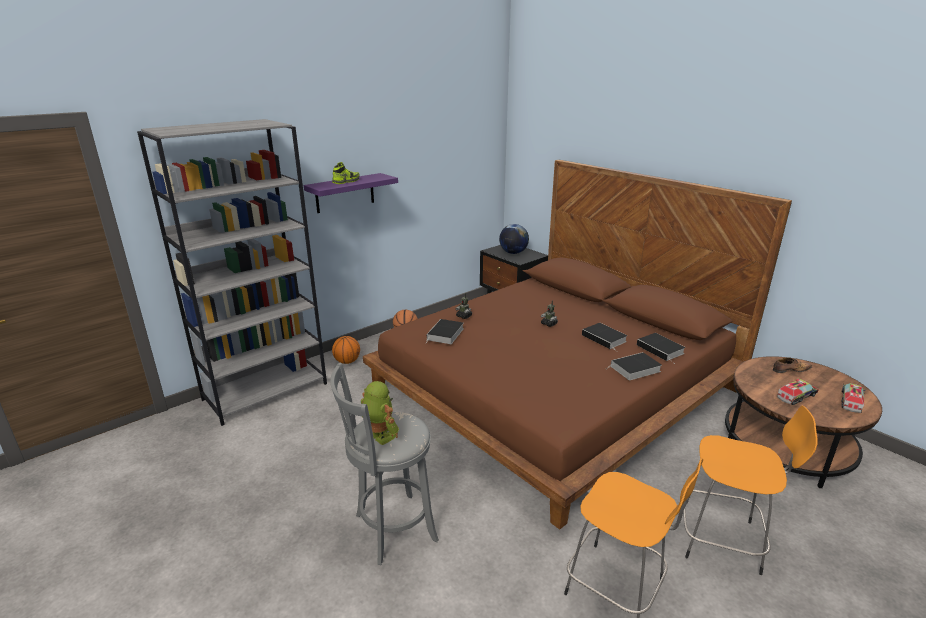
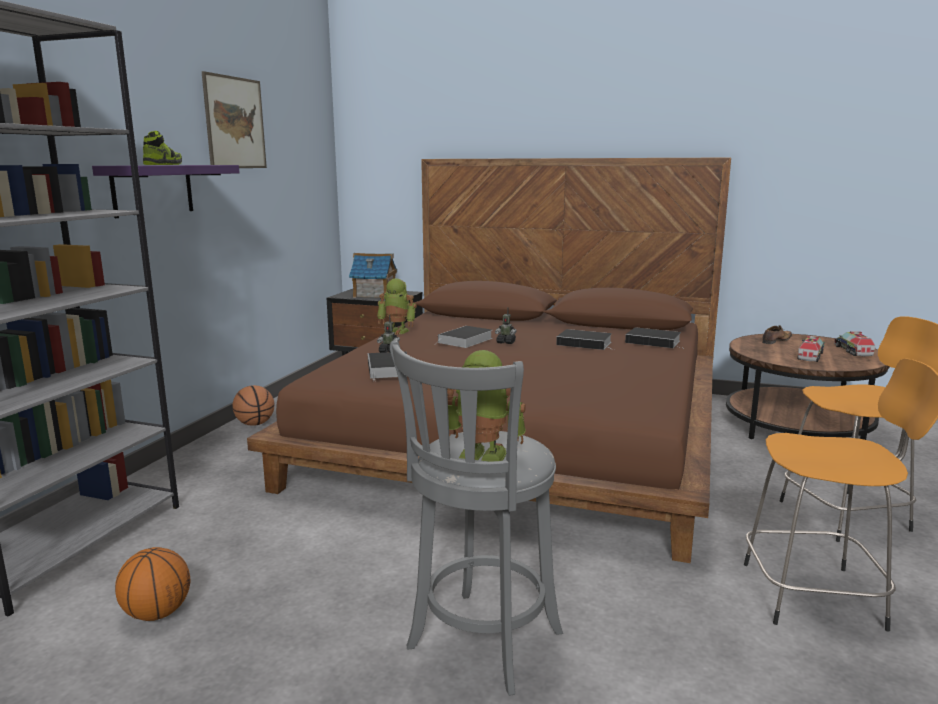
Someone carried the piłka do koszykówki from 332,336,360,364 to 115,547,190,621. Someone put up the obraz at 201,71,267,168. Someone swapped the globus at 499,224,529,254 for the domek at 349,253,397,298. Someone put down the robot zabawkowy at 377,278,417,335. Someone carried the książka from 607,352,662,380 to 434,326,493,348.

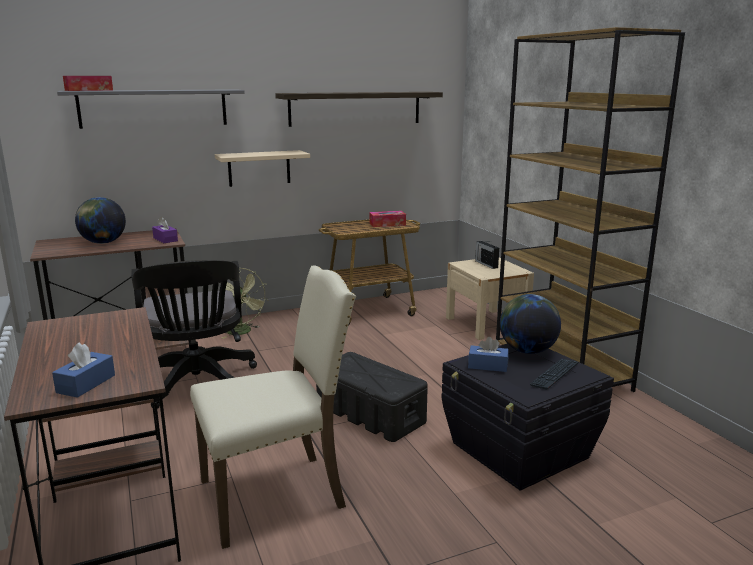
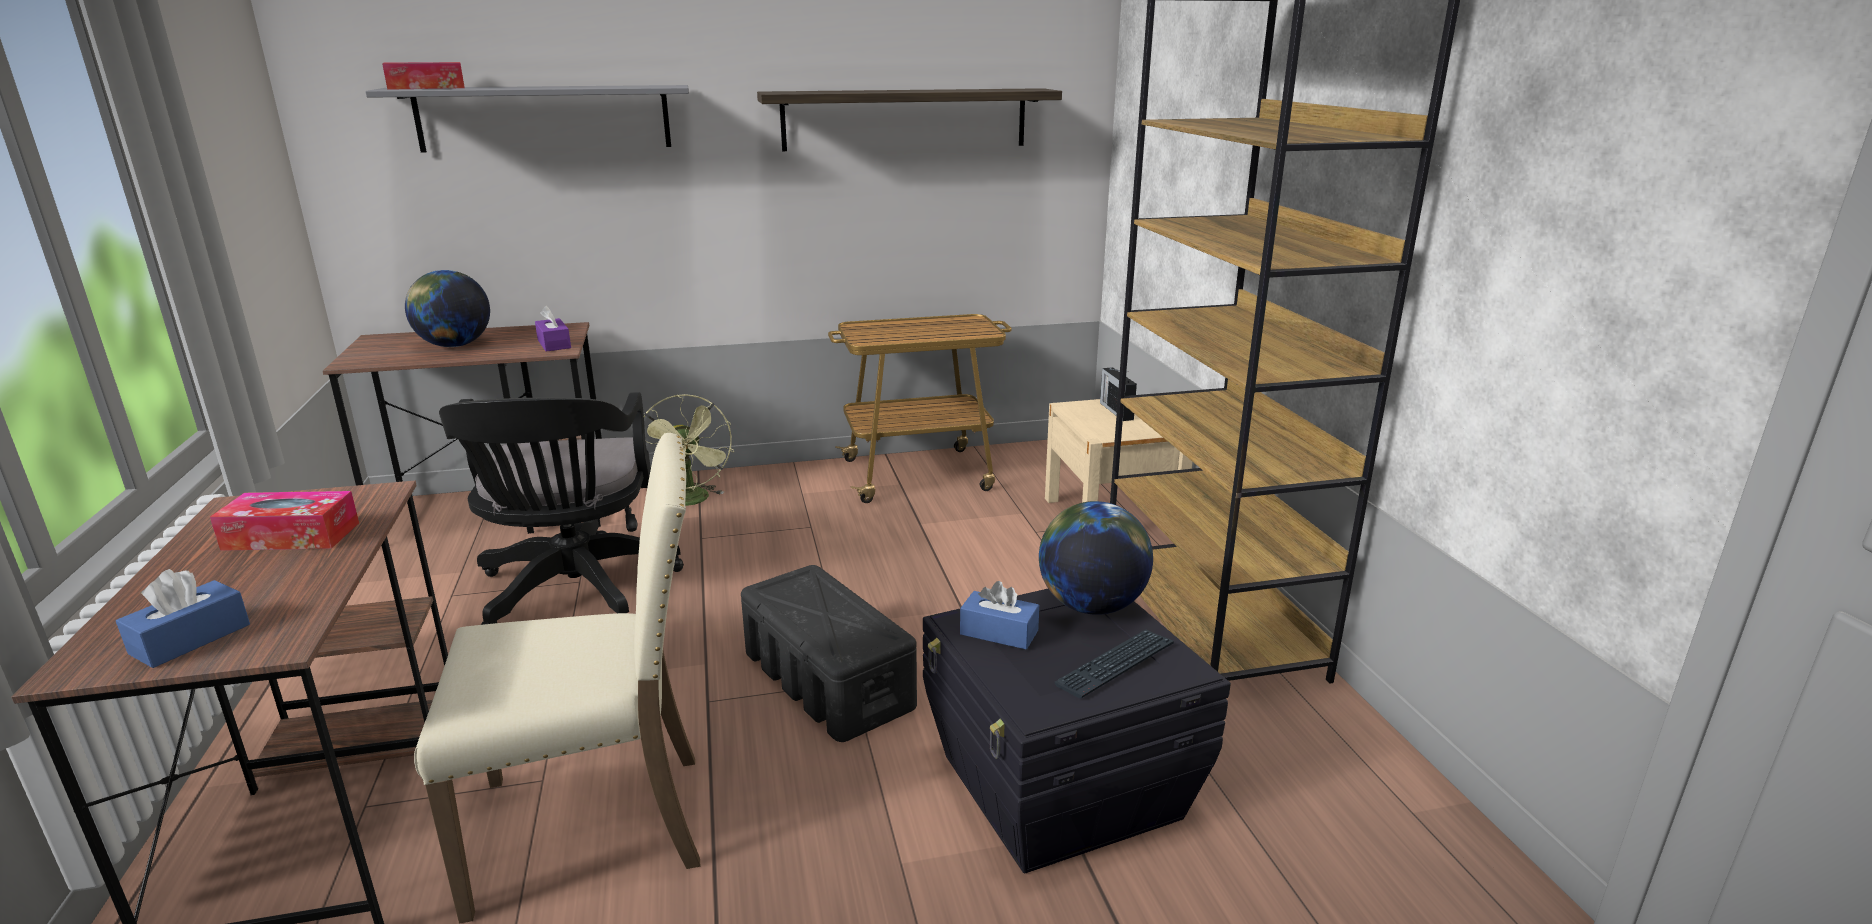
Someone carried the pudełko chusteczek from 369,211,406,227 to 210,491,359,551. Someone took away the półka [beżowy] at 215,150,310,187.

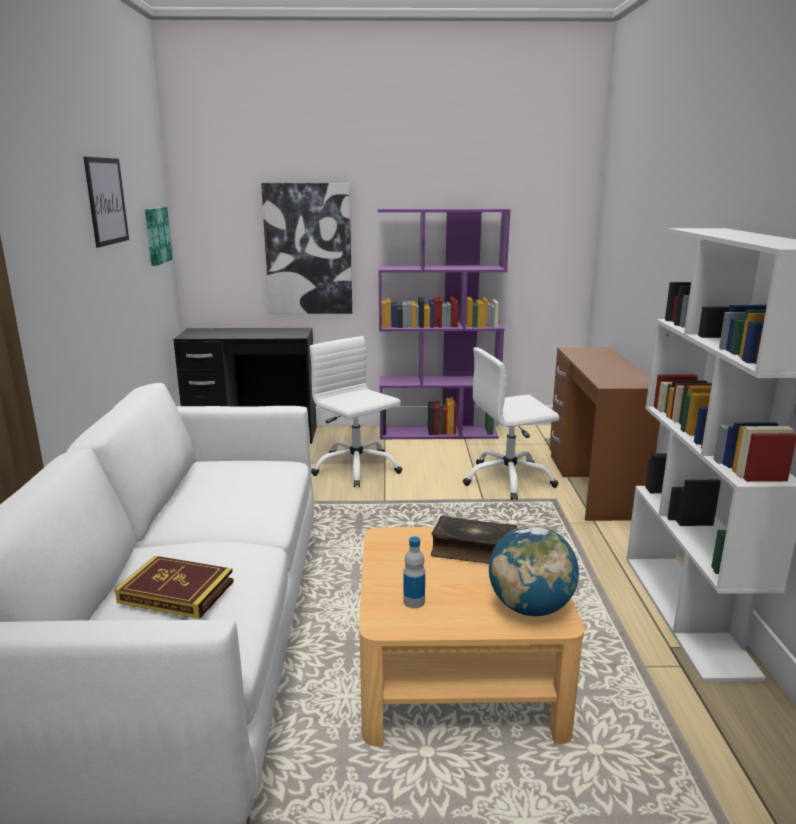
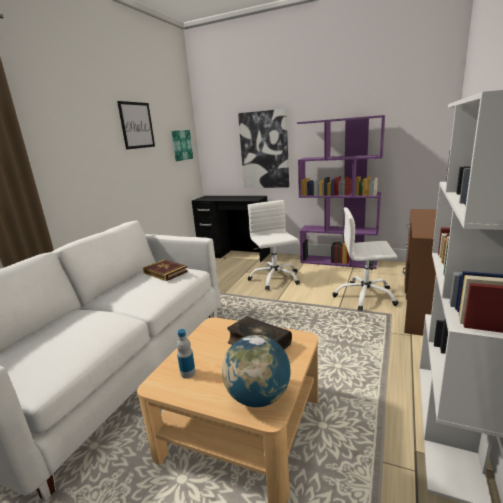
Someone carried the książka from 115,556,234,619 to 143,260,188,281.

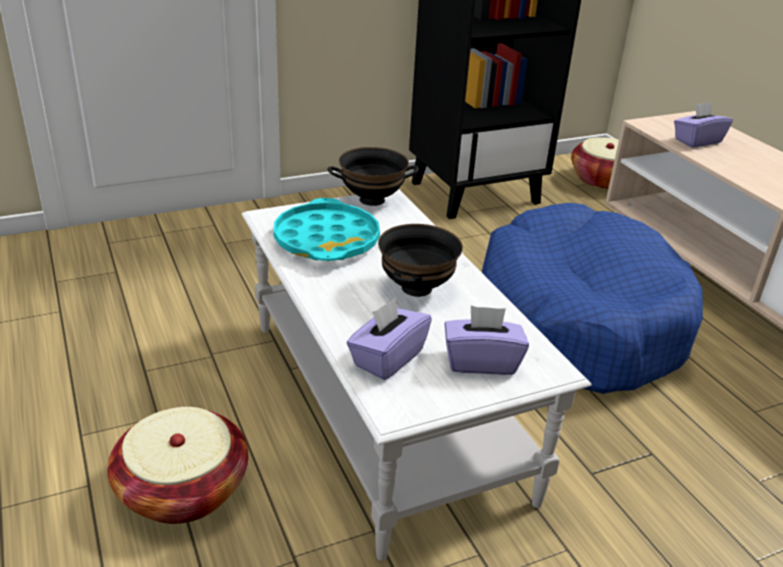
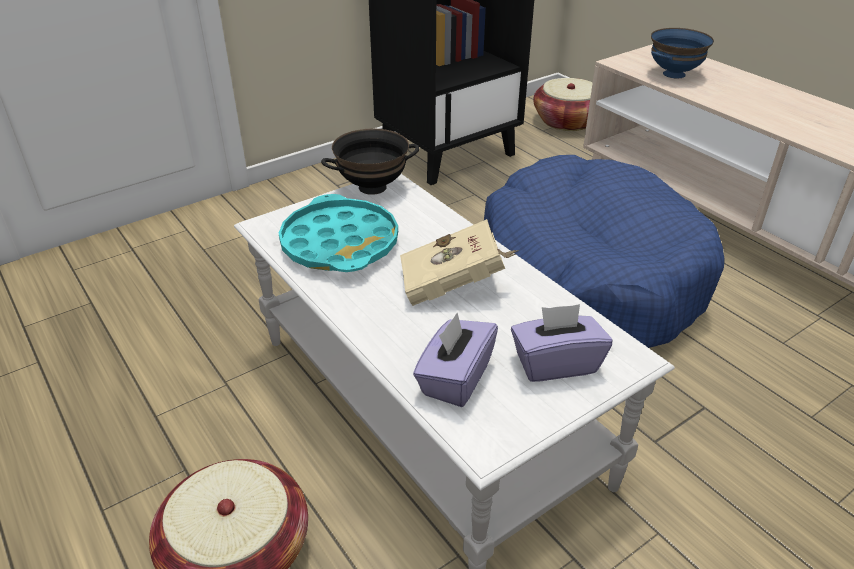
Someone swapped the miska [czarny] at 378,224,463,297 for the książka [beżowy] at 400,219,519,306. Someone swapped the pudełko chusteczek [fioletowy] at 674,102,733,147 for the miska [niebieski] at 651,28,714,78.

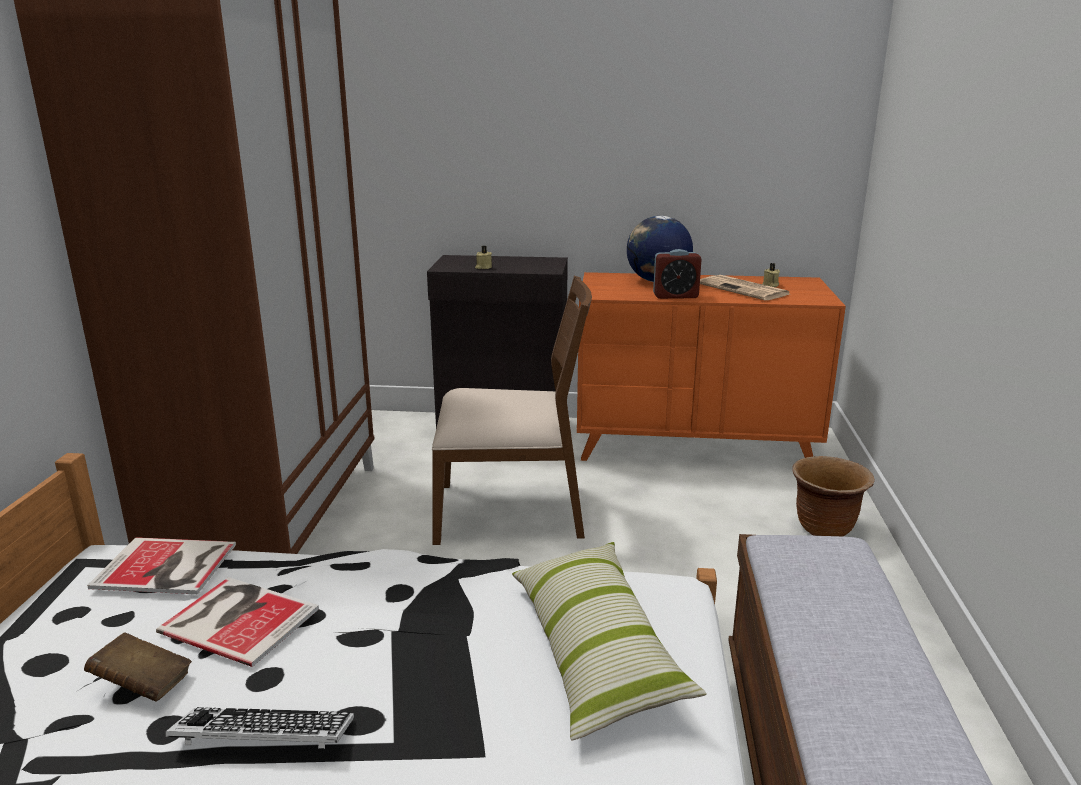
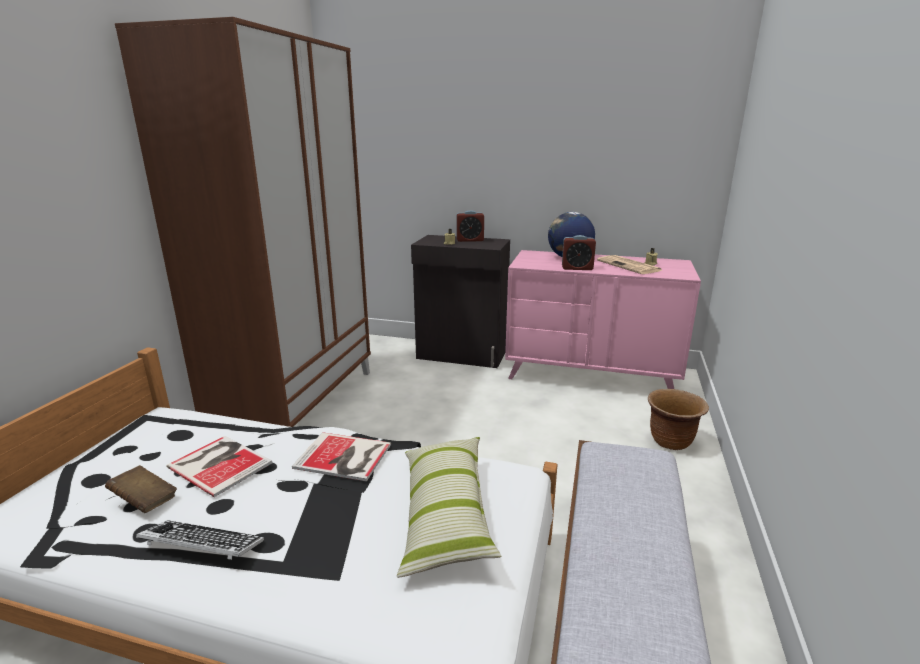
Someone carried the książka from 87,537,236,594 to 292,432,391,481. Someone put down the budzik at 456,210,484,242. Someone repainted the komoda [pomarańczowy] at 577,272,846,461, which became the komoda [różowy] at 505,250,701,389. Someone took away the krzesło [brązowy] at 432,276,592,545.

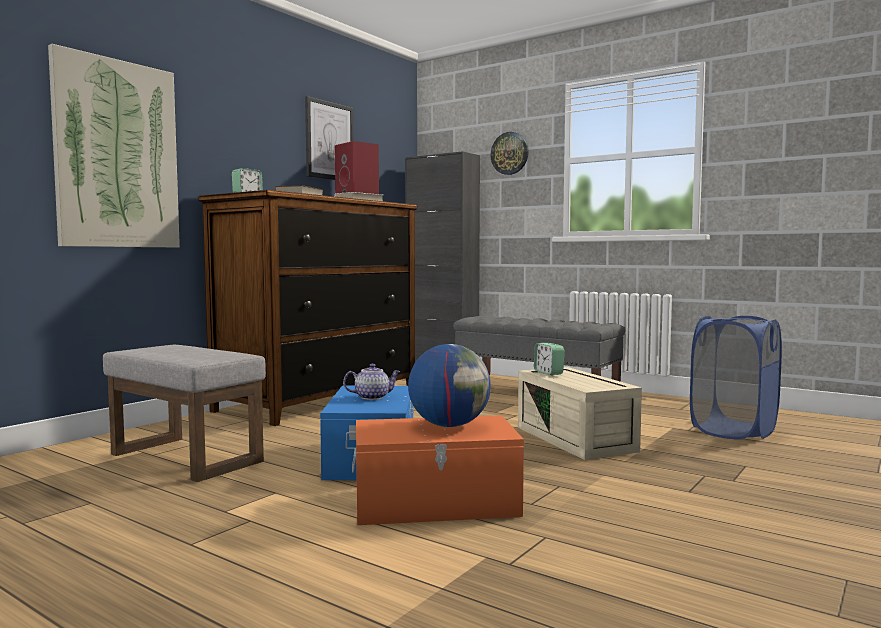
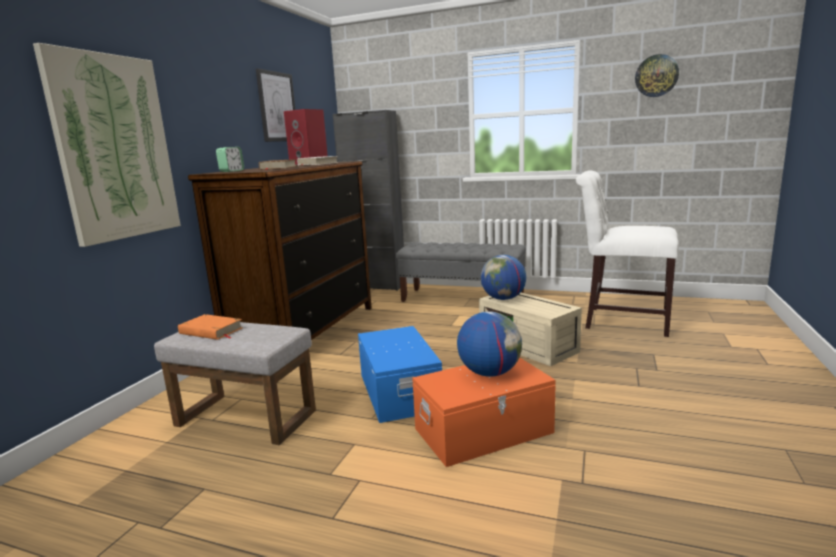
Someone put down the książka [pomarańczowy] at 178,314,243,340. Someone swapped the budzik at 534,343,564,375 for the globus at 481,255,526,300. Someone swapped the kosz na pranie [niebieski] at 690,316,782,439 for the krzesło [biały] at 576,171,679,337. Someone carried the zegar ścienny from 490,132,529,175 to 635,54,679,97. Someone took away the imbryk at 343,364,401,400.

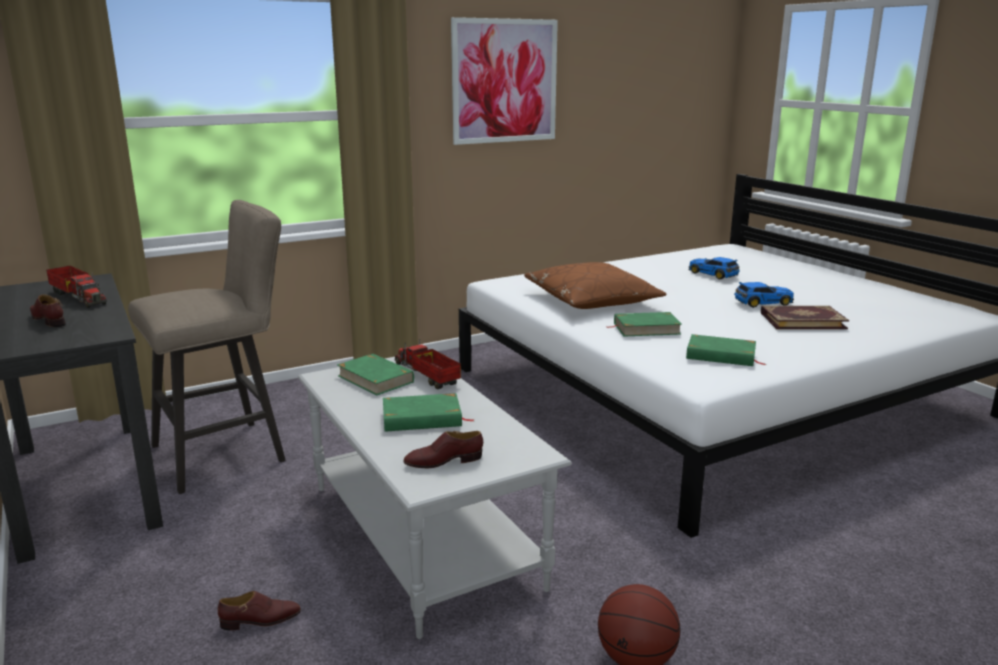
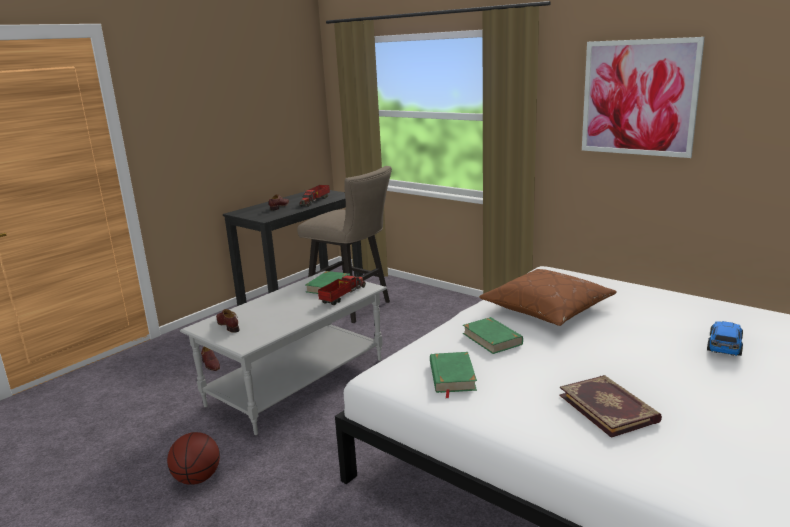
Someone took away the książka [zielony] at 383,393,473,432. Someone took away the samochodzik at 734,282,794,308.

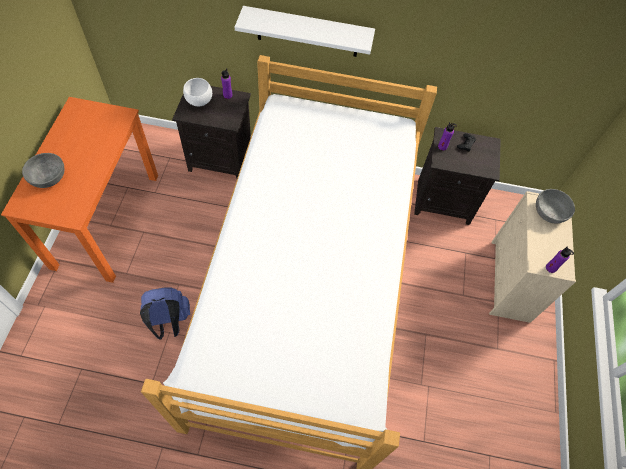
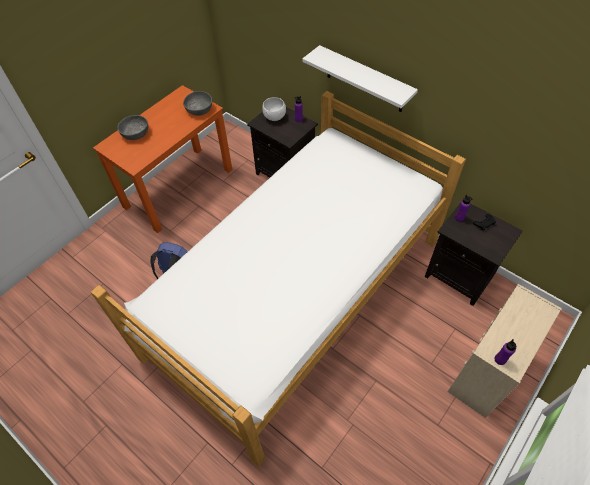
Someone carried the miska [szary] from 536,189,575,223 to 183,91,212,116.

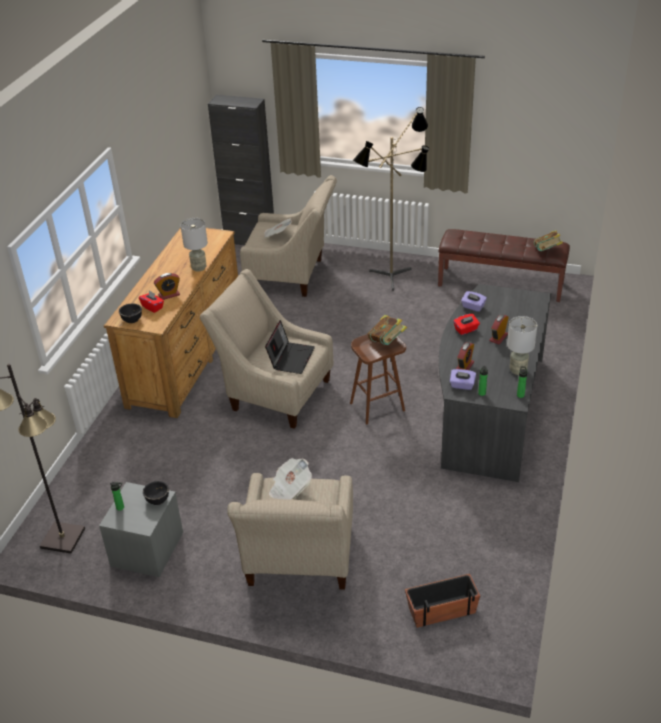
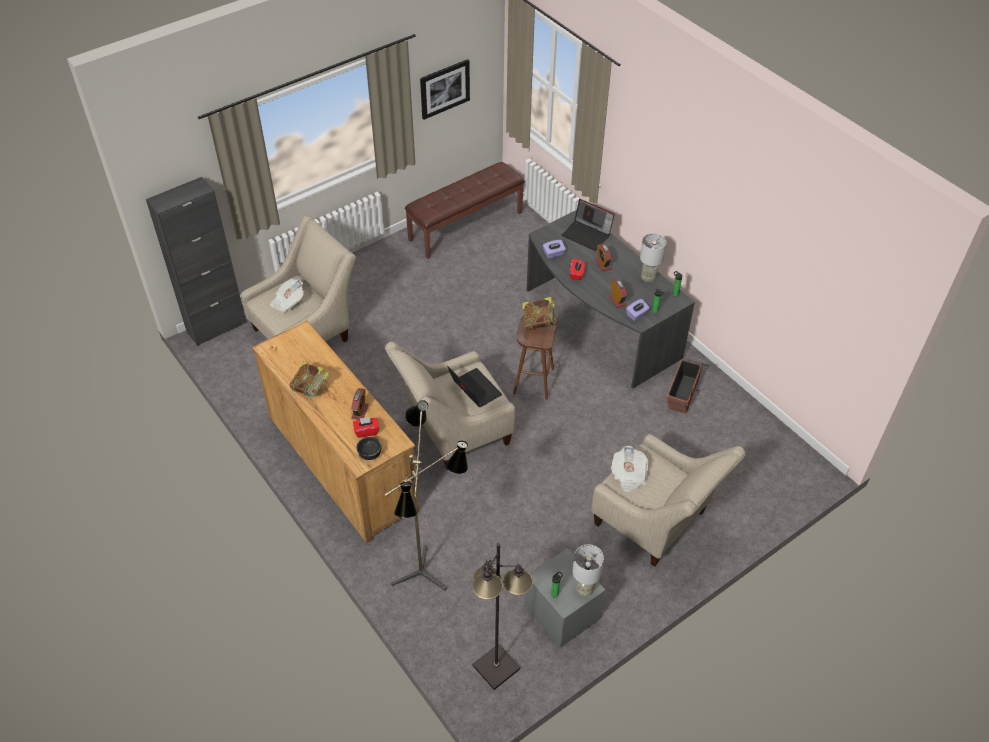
Someone carried the książka from 534,230,563,251 to 289,361,330,397. Someone carried the lampa stojąca from 353,107,430,291 to 385,400,468,591. Someone put up the obraz at 420,59,470,120. Someone put down the laptop at 562,199,615,251. Someone carried the lampa stołowa [szary] from 180,218,208,272 to 573,544,604,596. Someone carried the donica from 405,574,480,628 to 667,359,709,413. Someone took away the miska [czarny] at 143,481,169,505.

